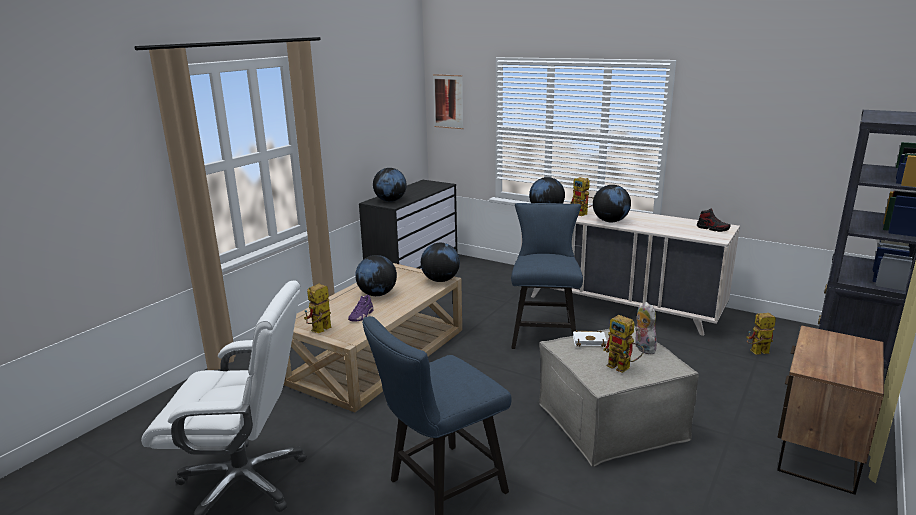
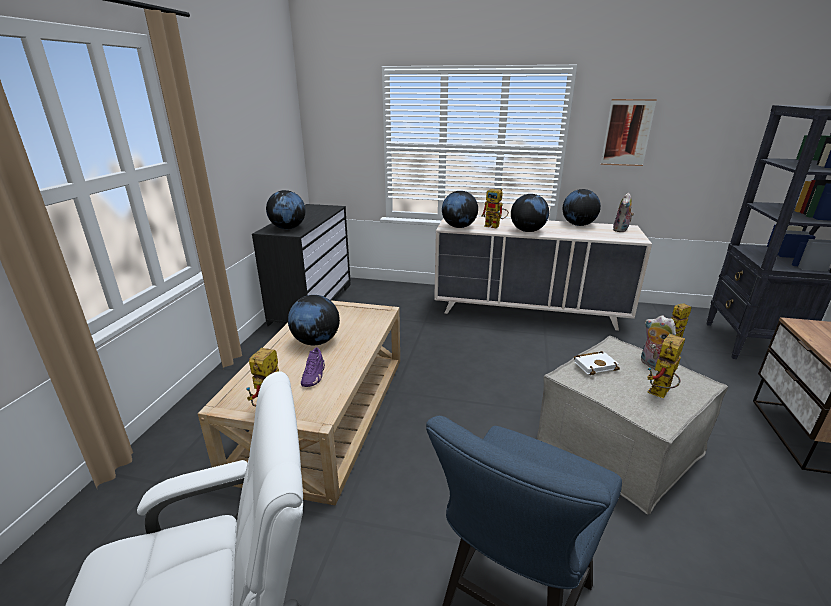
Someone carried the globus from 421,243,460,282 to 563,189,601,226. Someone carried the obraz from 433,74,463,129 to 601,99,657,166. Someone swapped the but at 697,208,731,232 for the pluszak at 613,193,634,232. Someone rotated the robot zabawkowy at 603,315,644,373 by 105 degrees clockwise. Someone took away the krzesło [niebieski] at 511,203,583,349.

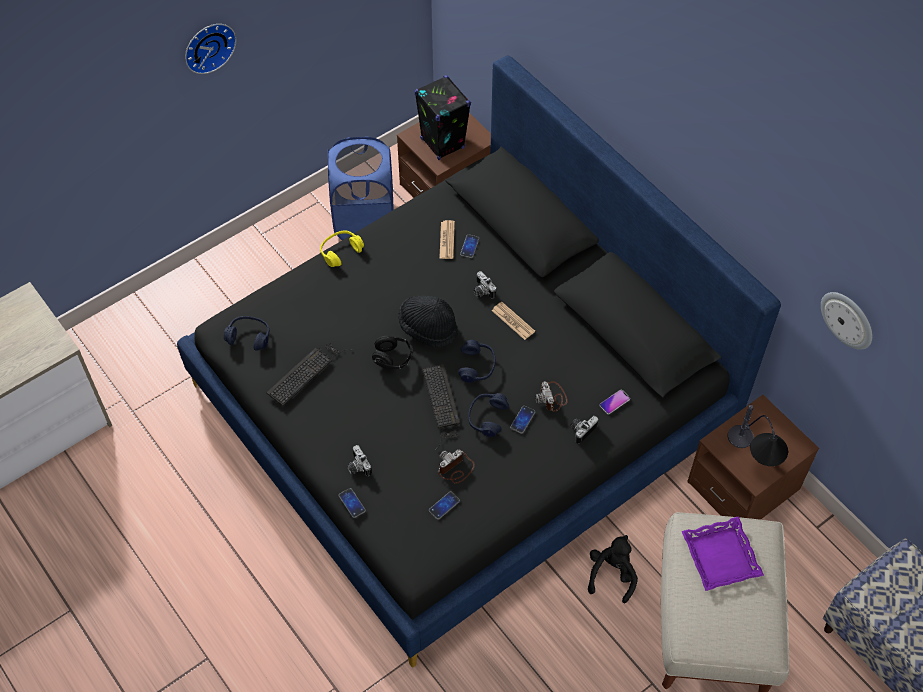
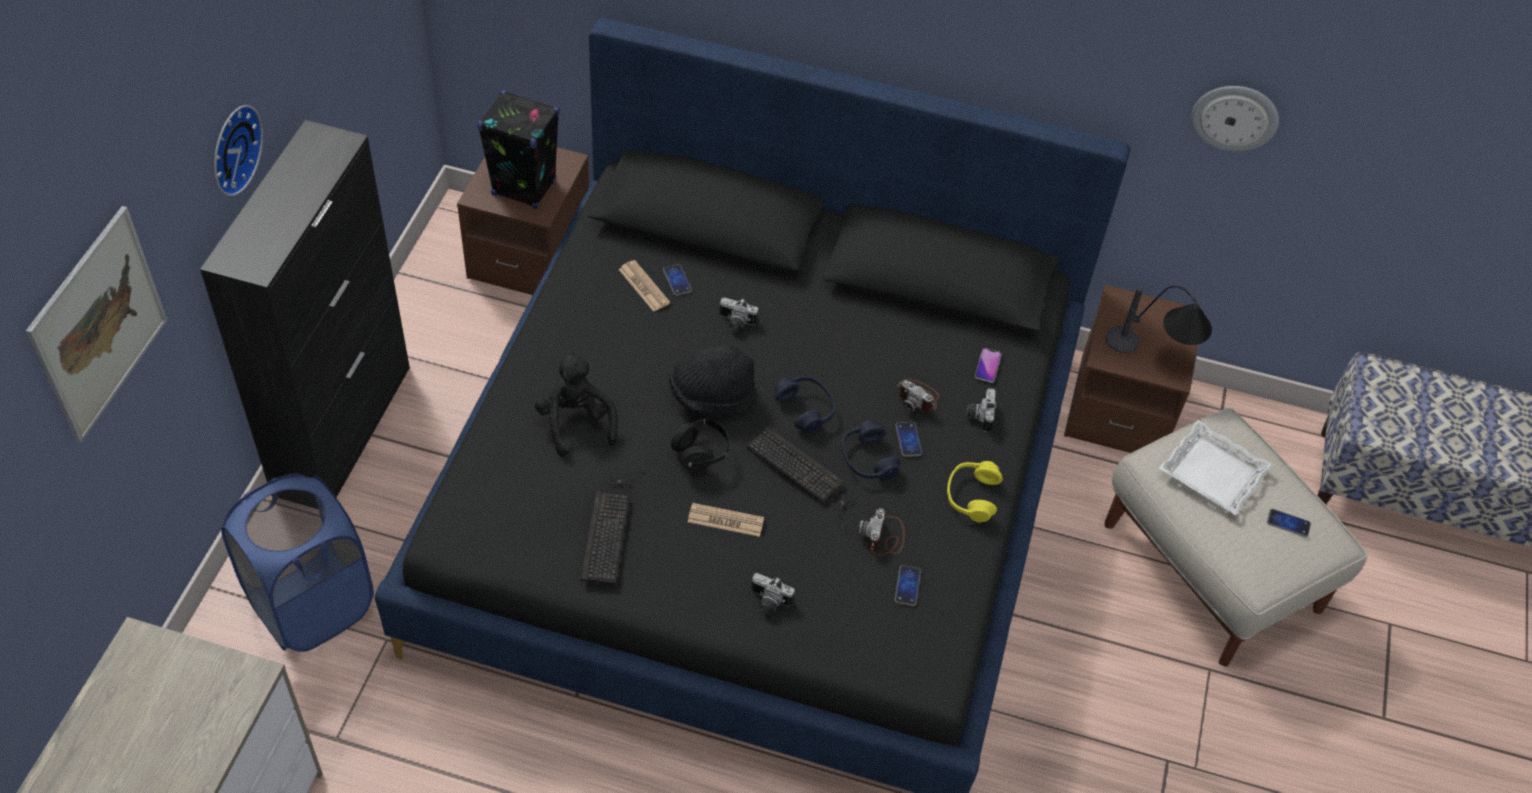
Someone put up the obraz at 26,206,167,443. Someone put down the szafka [czarny] at 200,120,410,497. Someone carried the kosz na pranie [niebieski] from 328,136,394,240 to 221,474,374,652. Someone carried the pluszak [czarny] from 588,535,638,603 to 535,351,618,457. Someone carried the gazeta from 492,302,535,340 to 688,503,764,537. Someone carried the słuchawki [żółty] from 320,230,364,267 to 947,461,1003,523. Someone repainted the taca [fioletowy] at 682,516,764,591, which became the taca [biały] at 1159,420,1274,516. Someone carried the telefon from 339,488,366,518 to 1267,509,1311,537. Someone took away the słuchawki [niebieski] at 224,316,269,351.

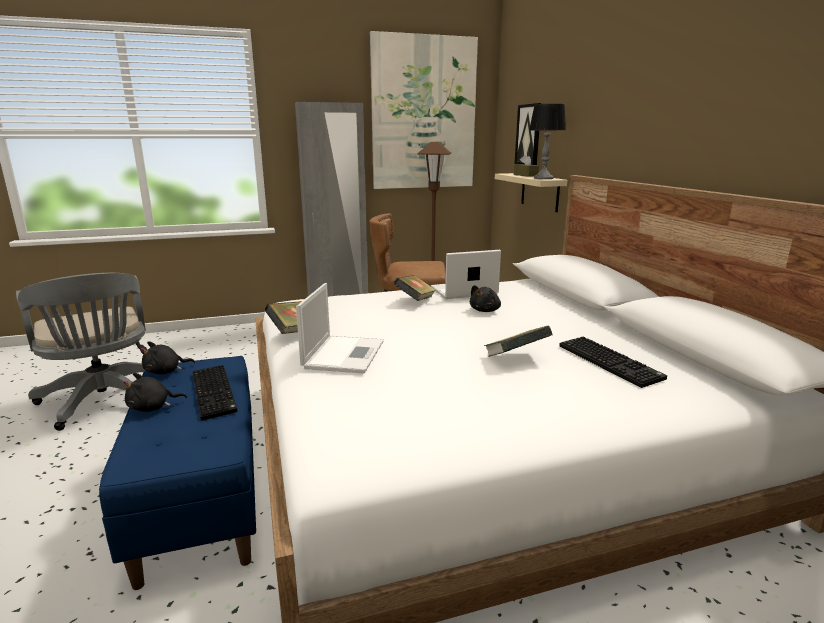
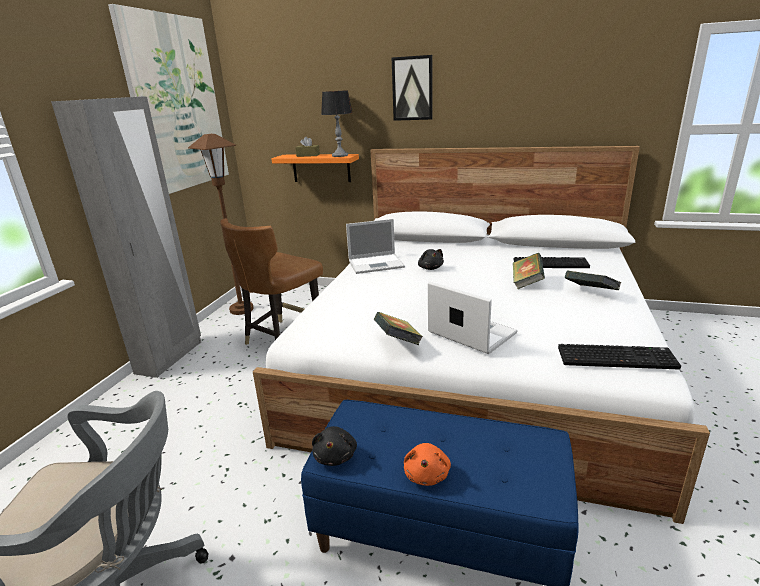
Someone repainted the półka [beżowy] at 495,173,567,212, which became the półka [pomarańczowy] at 271,154,359,182. Someone rotated the laptop at 431,250,501,299 by 120 degrees counterclockwise. Someone carried the obraz from 514,103,541,165 to 391,55,433,121. Someone repainted the pluszak [czarny] at 123,373,187,412, which became the pluszak [pomarańczowy] at 404,443,451,486. Someone carried the klawiatura from 192,365,238,421 to 558,344,681,370. Someone carried the książka from 394,275,436,301 to 565,271,621,290.

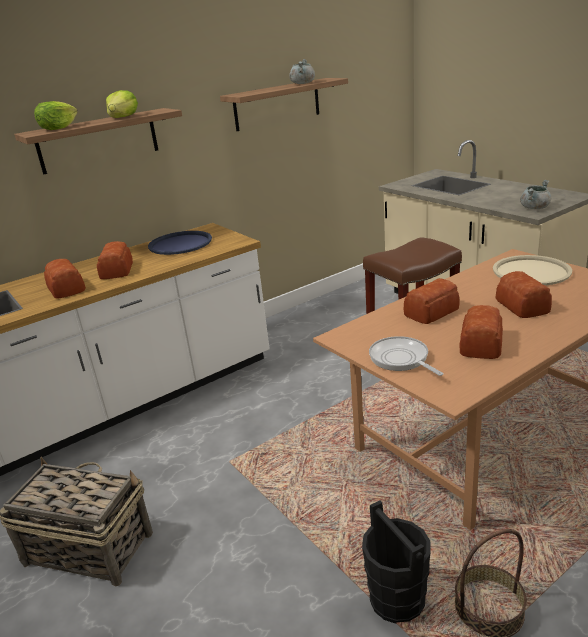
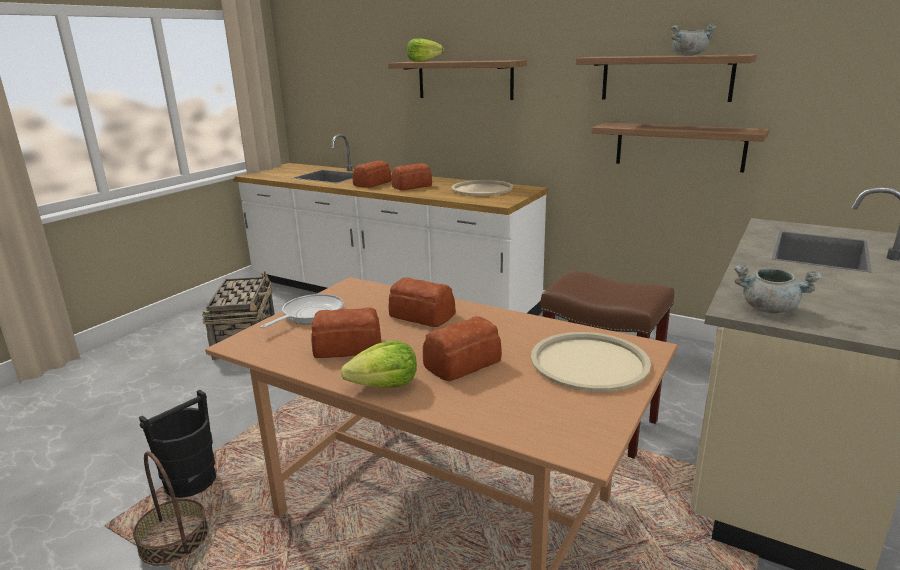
Someone carried the sałata from 106,90,138,118 to 341,340,417,388. Someone repainted the taca [niebieski] at 148,231,212,255, which became the taca [beżowy] at 451,180,513,196. Someone put up the półka at 592,123,769,172.

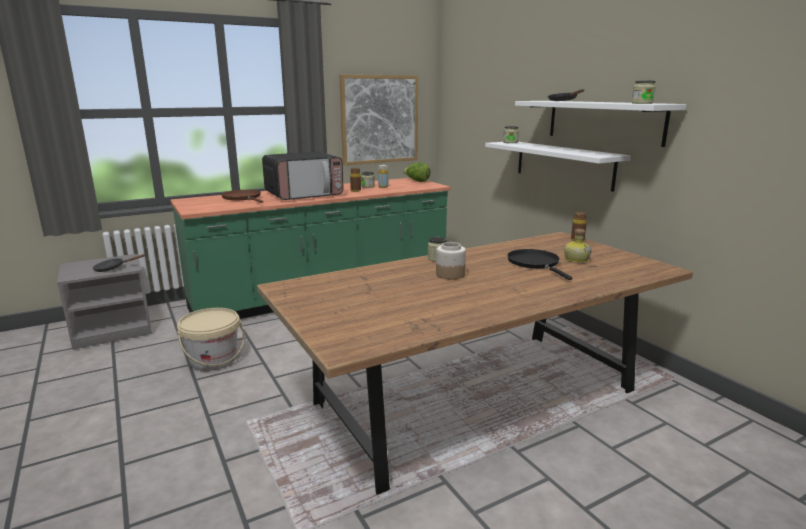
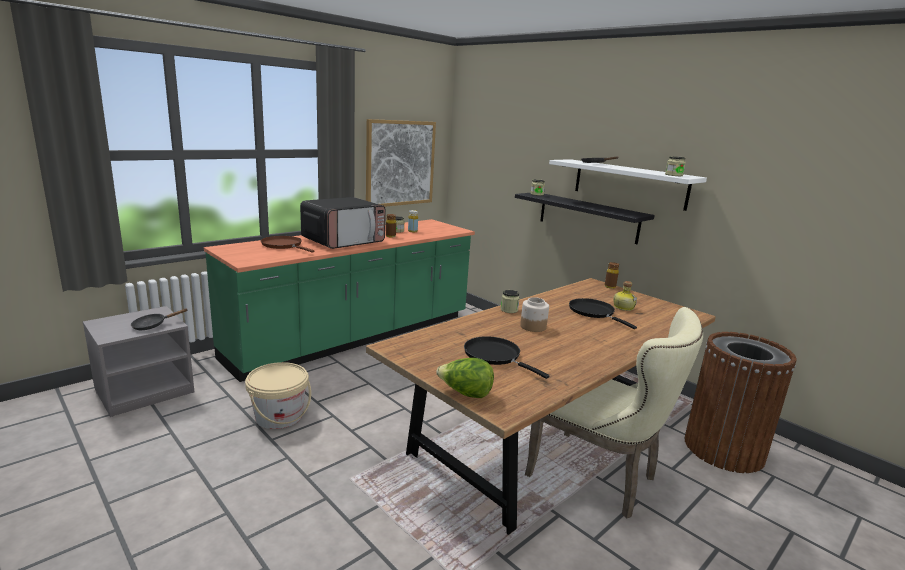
Someone carried the sałata from 403,162,430,182 to 436,358,494,398. Someone put down the patelnia [czarny] at 464,336,549,379. Someone repainted the półka [biały] at 485,142,631,192, which became the półka [czarny] at 515,193,655,244. Someone put down the krzesło [beżowy] at 525,307,703,519. Someone put down the kosz na śmieci [brązowy] at 684,332,797,473.

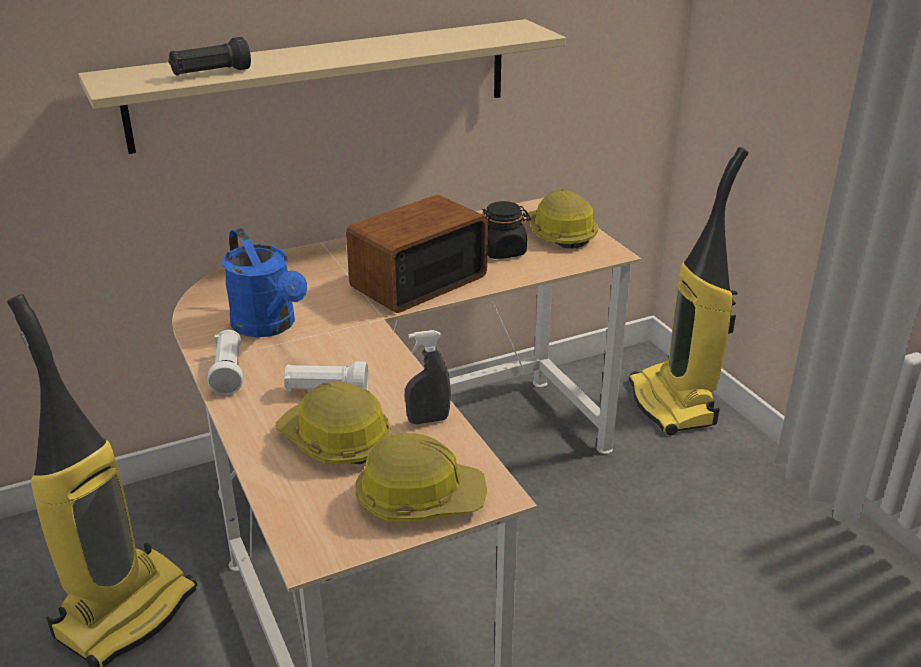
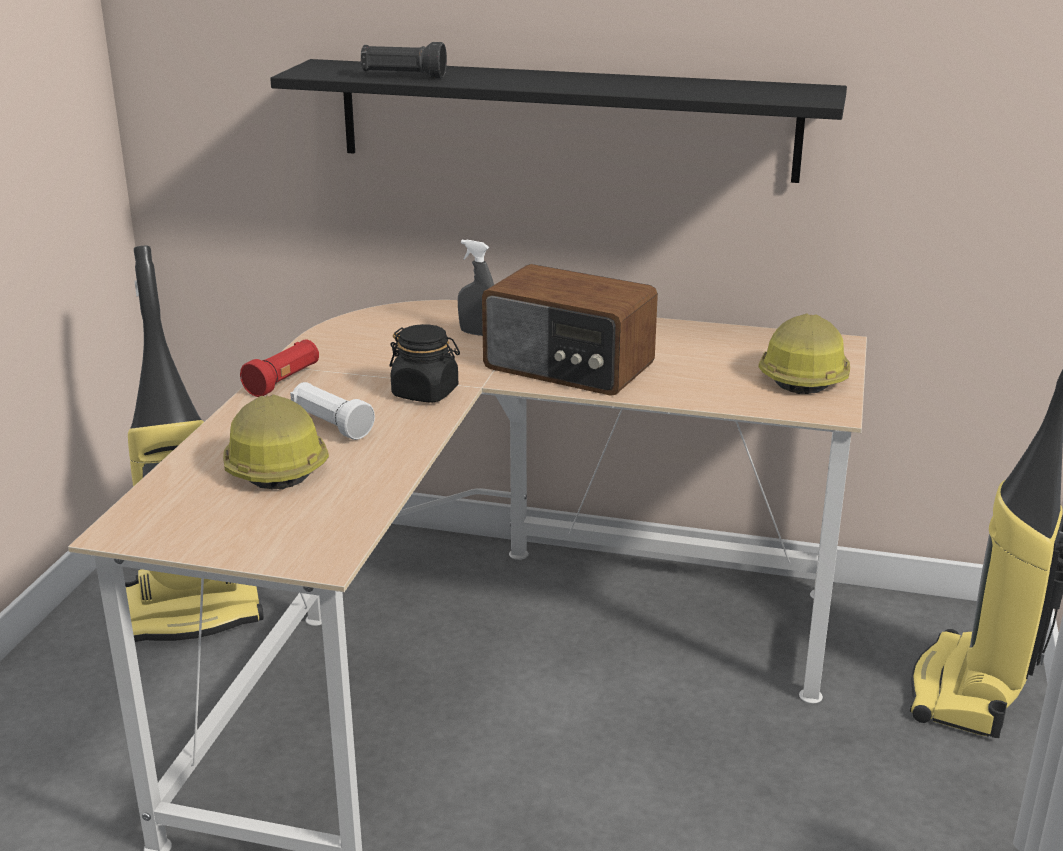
Someone repainted the latarka [biały] at 207,330,243,395, which became the latarka [czerwony] at 240,339,319,397. Someone repainted the półka [beżowy] at 78,19,566,154, which became the półka [czarny] at 270,59,847,183. Someone carried the słoik [czarny] from 482,201,531,259 to 390,324,460,403. Someone carried the spryskiwacz [szary] from 405,330,451,424 to 458,240,494,336. Someone rotated the radio at 346,195,488,313 by 150 degrees counterclockwise. Someone took away the konewka [niebieski] at 222,228,307,337. Someone took away the kask at 356,433,487,522.

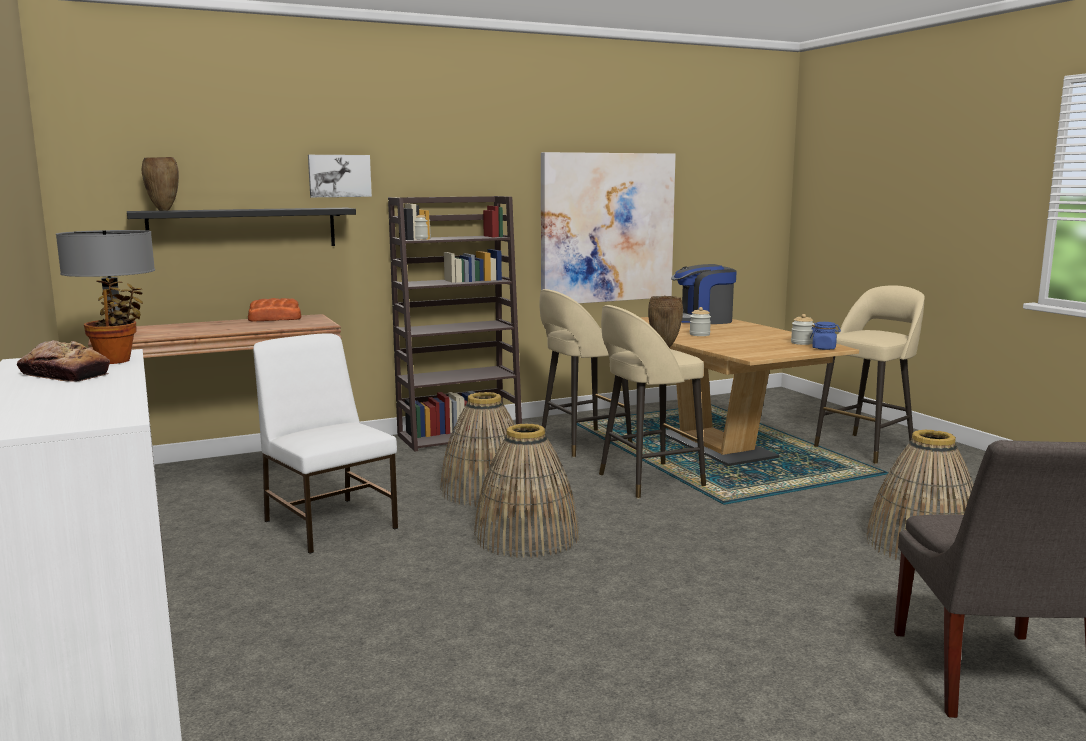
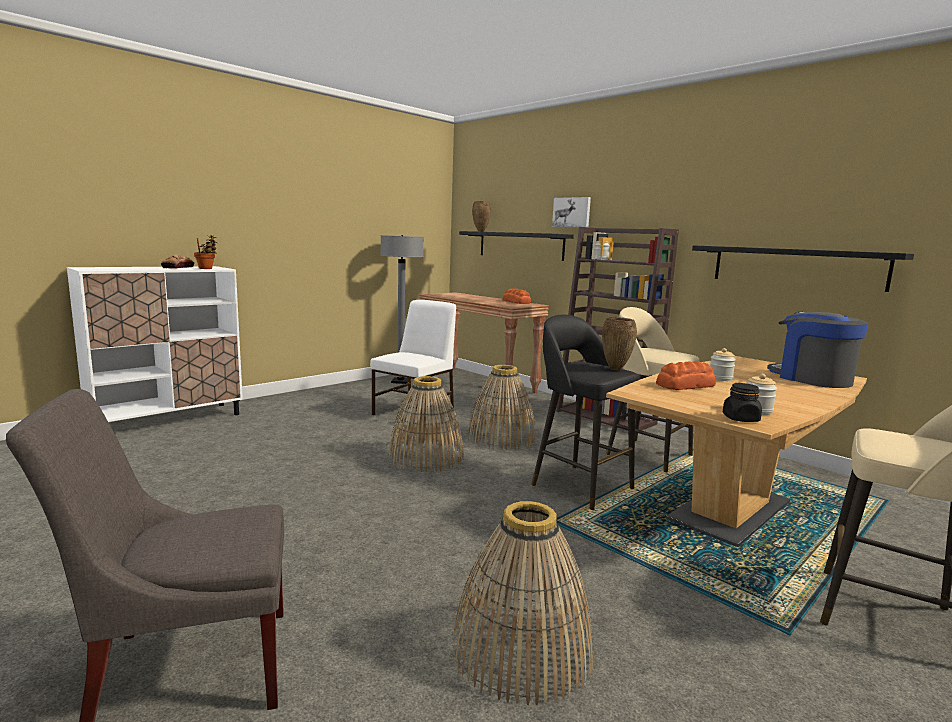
Someone repainted the stołek [beżowy] at 599,305,706,499, which became the stołek [czarny] at 531,315,639,510. Someone put down the chleb at 656,361,716,390. Someone swapped the obraz at 541,152,676,303 for the półka [czarny] at 692,245,914,292. Someone repainted the słoik [niebieski] at 810,322,841,350, which became the słoik [czarny] at 723,383,762,422.

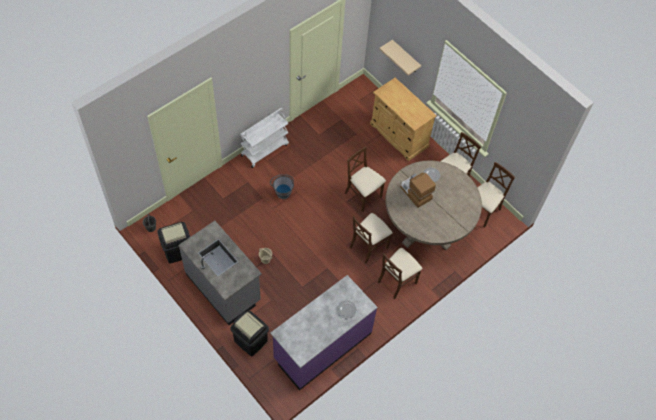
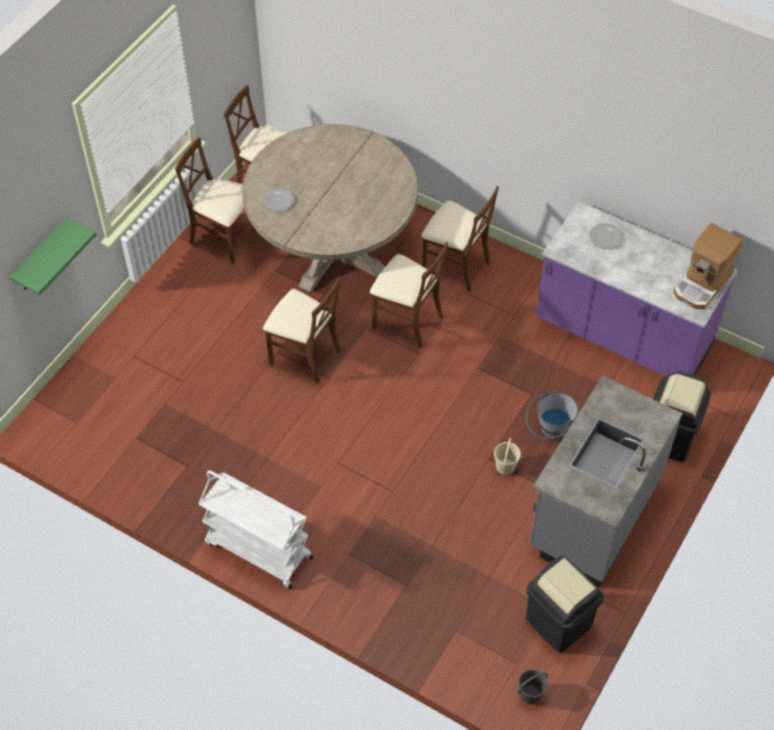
Someone repainted the półka [beżowy] at 379,40,421,75, which became the półka [zielony] at 9,218,97,295. Someone rotated the krzesło [brązowy] at 345,146,386,213 by 90 degrees counterclockwise. Someone carried the wiadro [szary] from 270,174,294,199 to 526,391,579,440. Someone carried the ekspres do kawy from 401,173,436,208 to 673,223,743,309. Someone took away the szafka [beżowy] at 370,77,437,161.

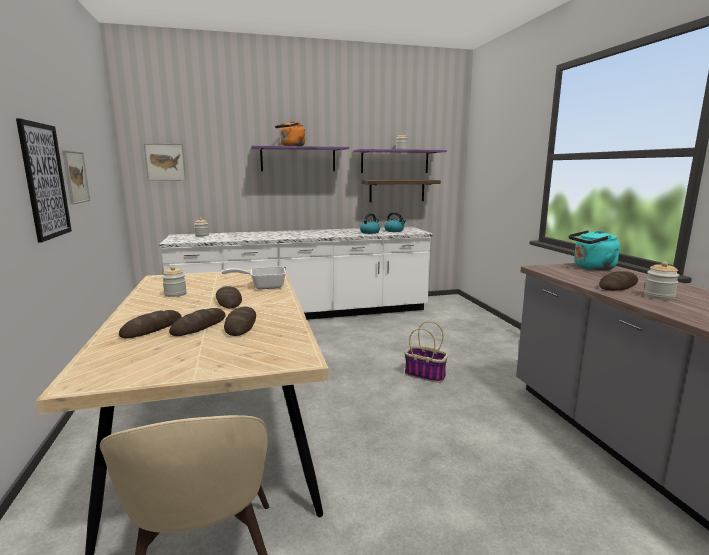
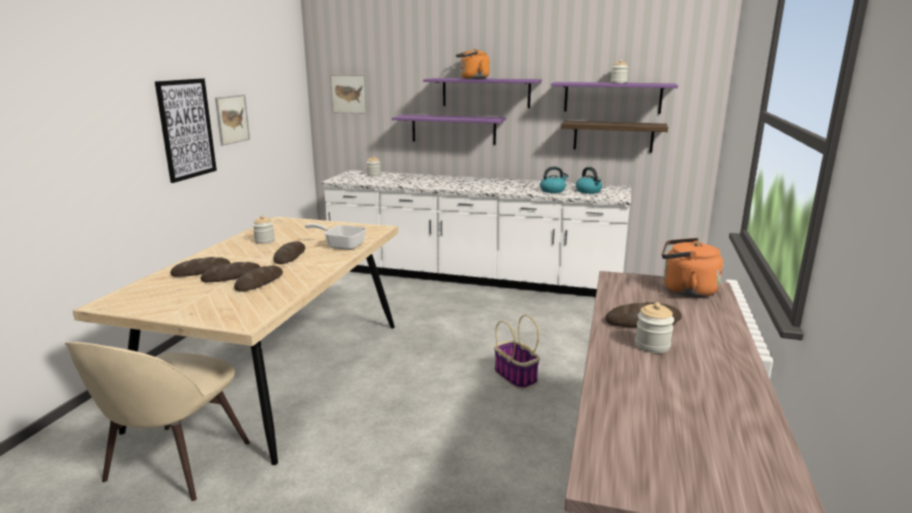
Someone put up the półka [fioletowy] at 392,115,506,145. Someone repainted the czajnik [turkusowy] at 569,230,620,270, which became the czajnik [pomarańczowy] at 662,238,724,297.

